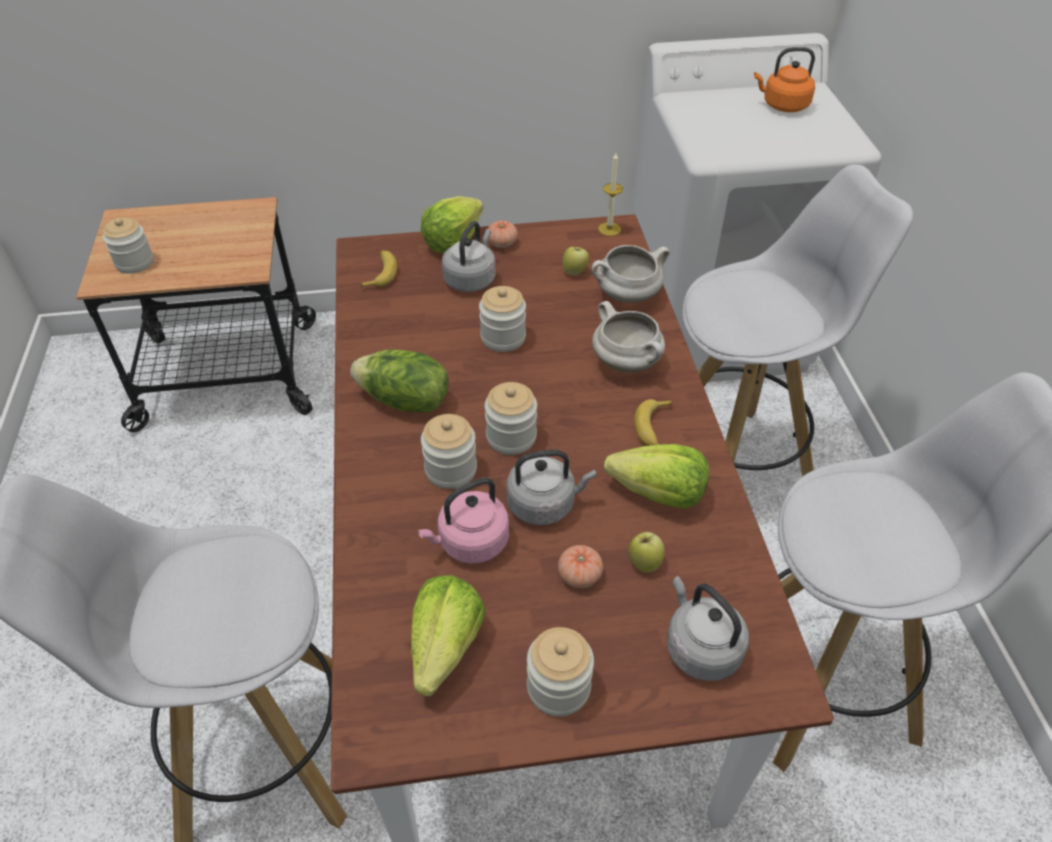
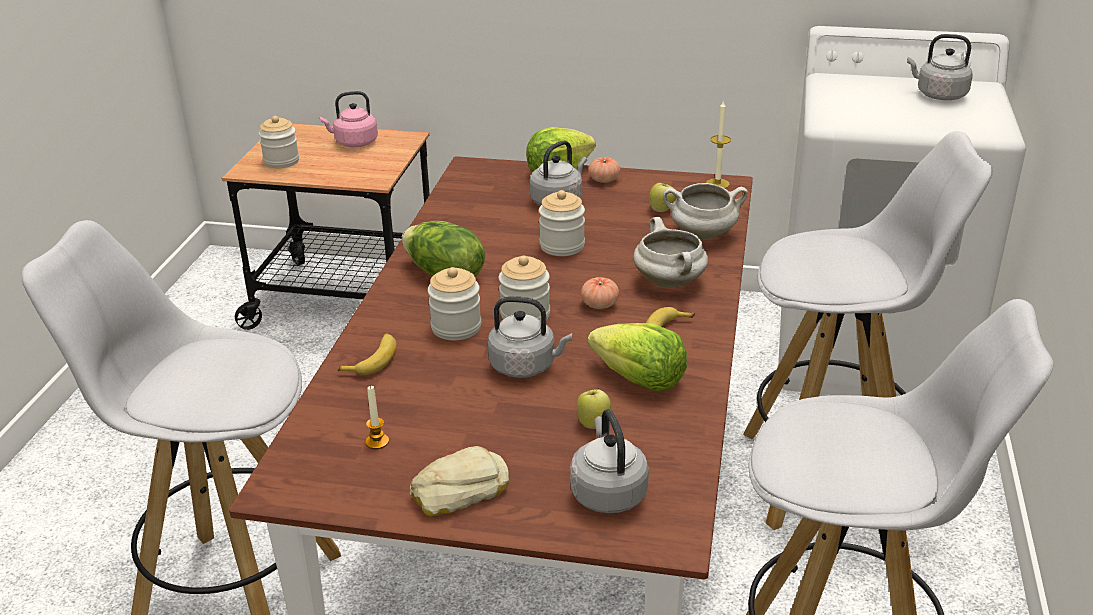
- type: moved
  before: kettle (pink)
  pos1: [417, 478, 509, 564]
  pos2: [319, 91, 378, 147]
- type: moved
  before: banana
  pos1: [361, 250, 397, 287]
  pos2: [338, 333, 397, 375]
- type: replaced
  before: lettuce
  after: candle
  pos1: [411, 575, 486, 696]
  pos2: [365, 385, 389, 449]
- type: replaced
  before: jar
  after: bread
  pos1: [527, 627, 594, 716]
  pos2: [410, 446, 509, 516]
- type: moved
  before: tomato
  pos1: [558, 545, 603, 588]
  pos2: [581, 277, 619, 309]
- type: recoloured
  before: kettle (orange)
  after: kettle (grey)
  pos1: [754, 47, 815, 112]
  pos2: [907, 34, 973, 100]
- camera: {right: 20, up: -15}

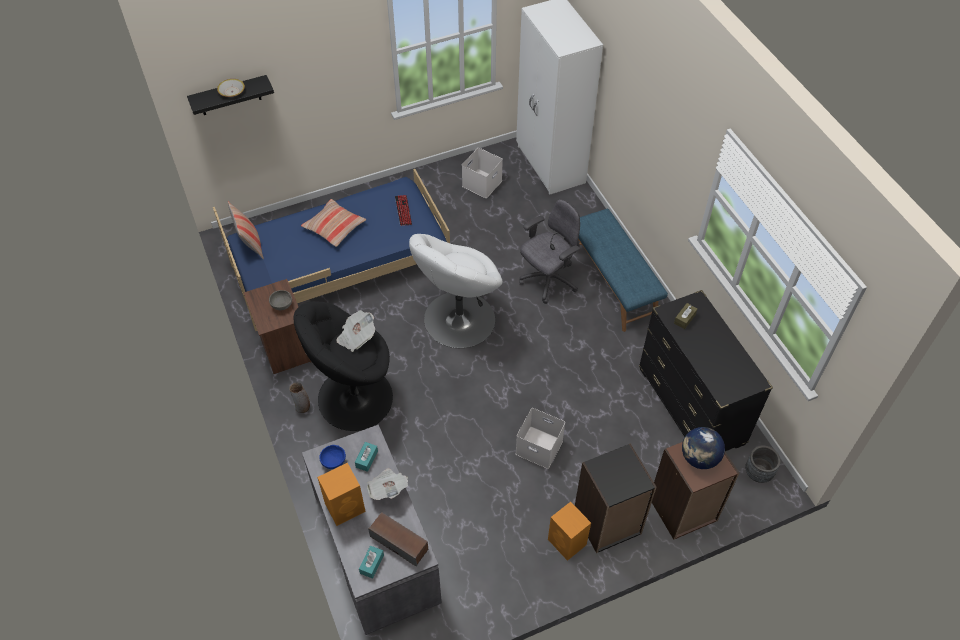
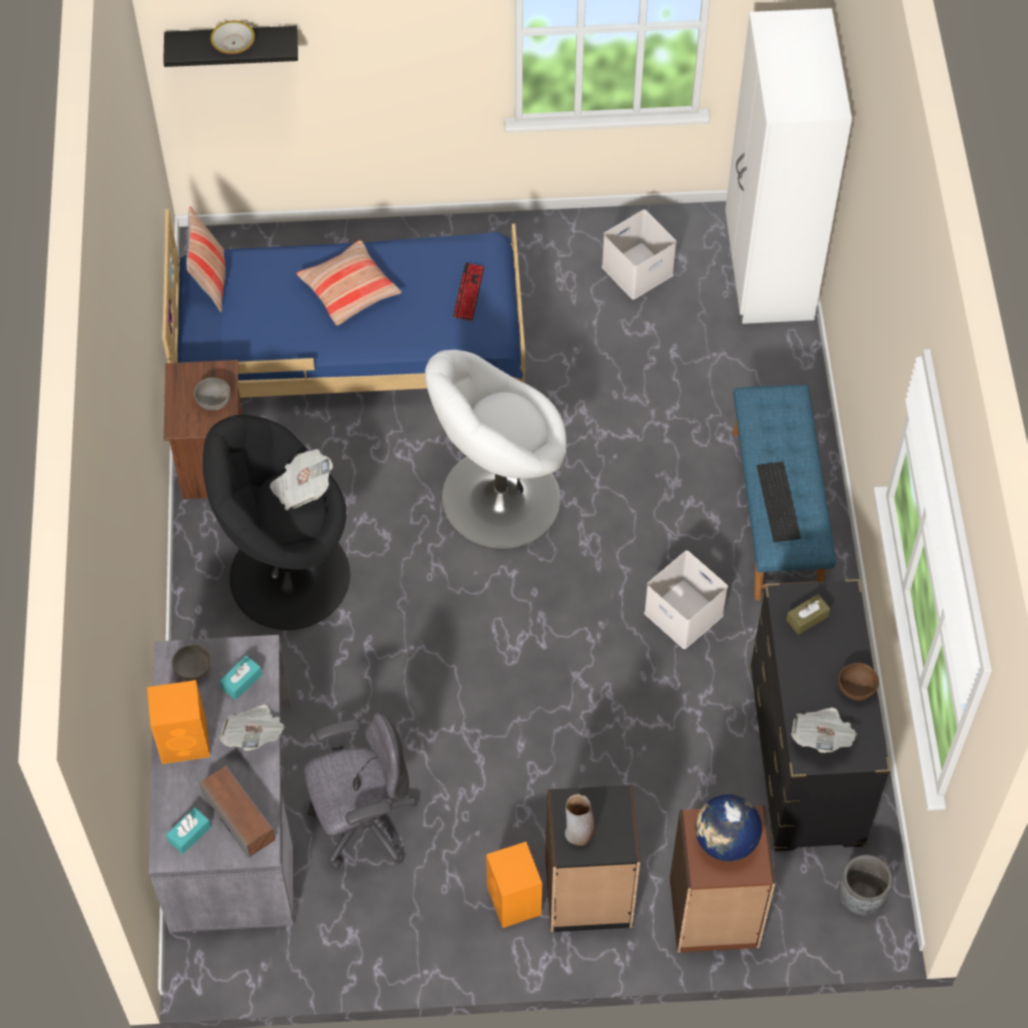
- type: recoloured
  before: bowl (blue)
  after: bowl (grey)
  pos1: [319, 445, 346, 469]
  pos2: [172, 644, 212, 681]
- type: moved
  before: office chair (grey)
  pos1: [520, 199, 580, 304]
  pos2: [304, 712, 418, 869]
- type: moved
  before: vase
  pos1: [289, 383, 310, 413]
  pos2: [565, 794, 595, 846]
- type: moved
  before: storage box (white)
  pos1: [515, 408, 565, 469]
  pos2: [644, 551, 728, 649]
- type: added
  after: keyboard
  pos2: [757, 462, 801, 542]
- type: added
  after: newspaper
  pos2: [791, 708, 857, 753]
- type: added
  after: bowl (brown)
  pos2: [838, 663, 879, 701]
- camera: {right: 20, up: 5}

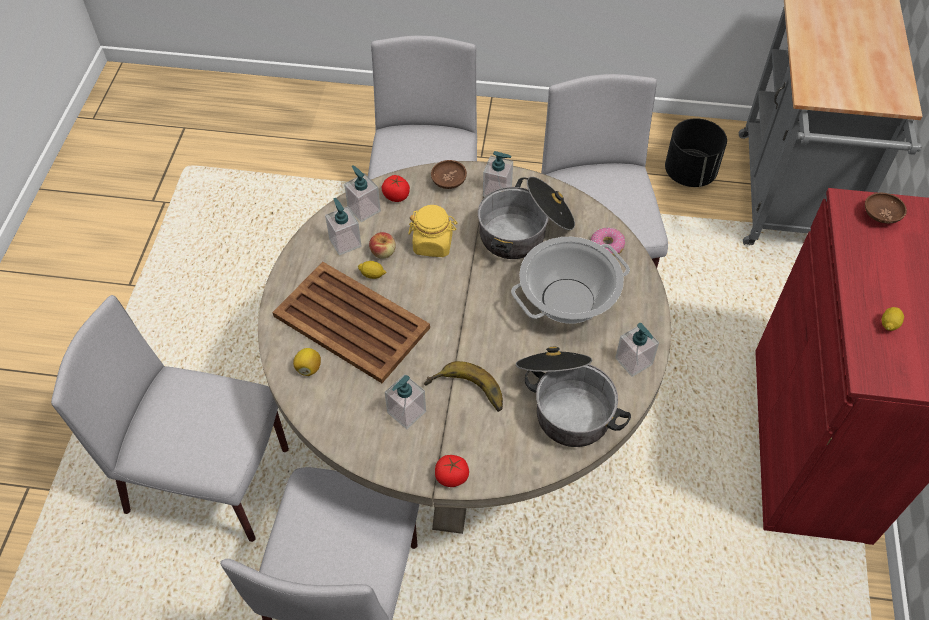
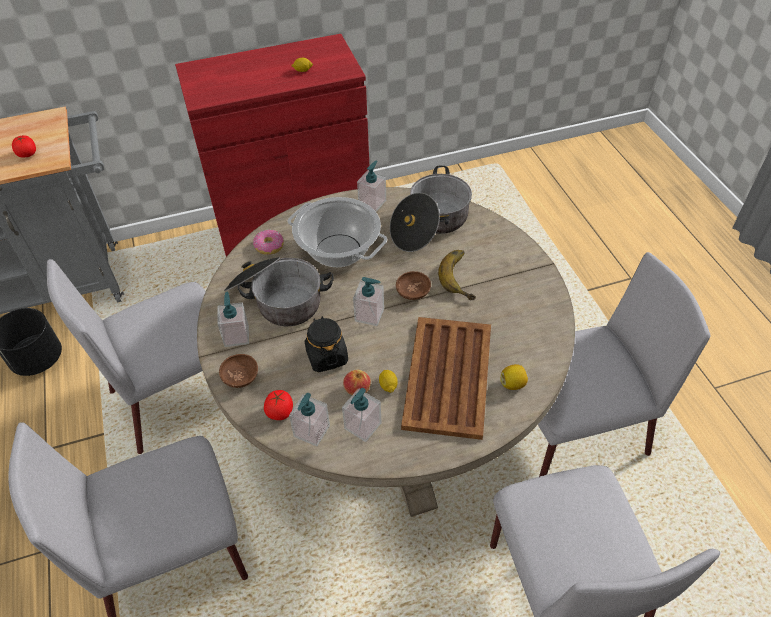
- type: moved
  before: tomato
  pos1: [435, 455, 469, 487]
  pos2: [12, 135, 36, 158]
- type: recoloured
  before: jar (yellow)
  after: jar (black)
  pos1: [408, 205, 457, 257]
  pos2: [305, 316, 348, 372]
- type: moved
  before: soap dispenser
  pos1: [385, 374, 426, 429]
  pos2: [353, 277, 384, 326]
- type: moved
  before: bowl (brown)
  pos1: [865, 192, 907, 223]
  pos2: [396, 271, 431, 300]
- camera: {right: -115, up: -5}

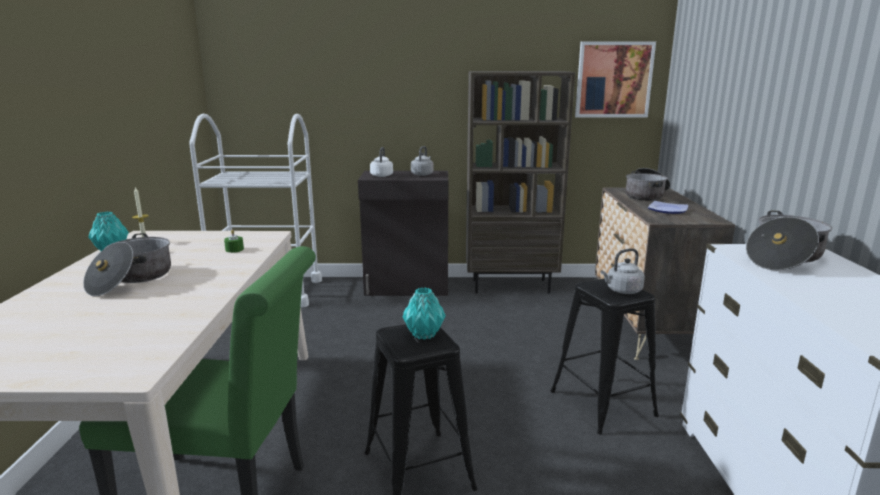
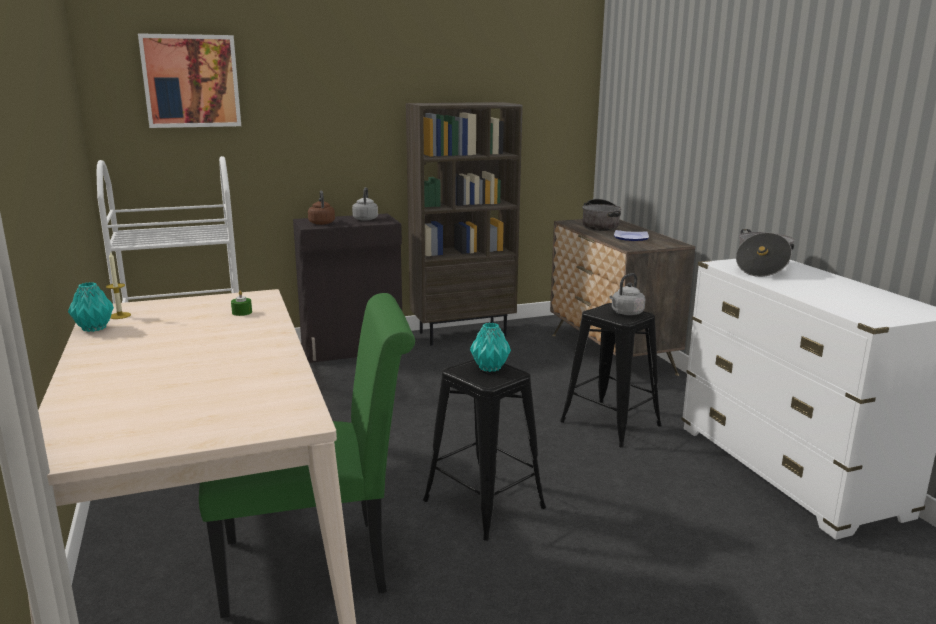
- type: moved
  before: picture
  pos1: [575, 41, 656, 118]
  pos2: [138, 33, 241, 128]
- type: recoloured
  before: kettle (white)
  after: kettle (brown)
  pos1: [370, 147, 393, 177]
  pos2: [308, 190, 335, 225]
- type: removed
  before: cooking pot
  pos1: [83, 233, 171, 296]
- camera: {right: -20, up: 0}

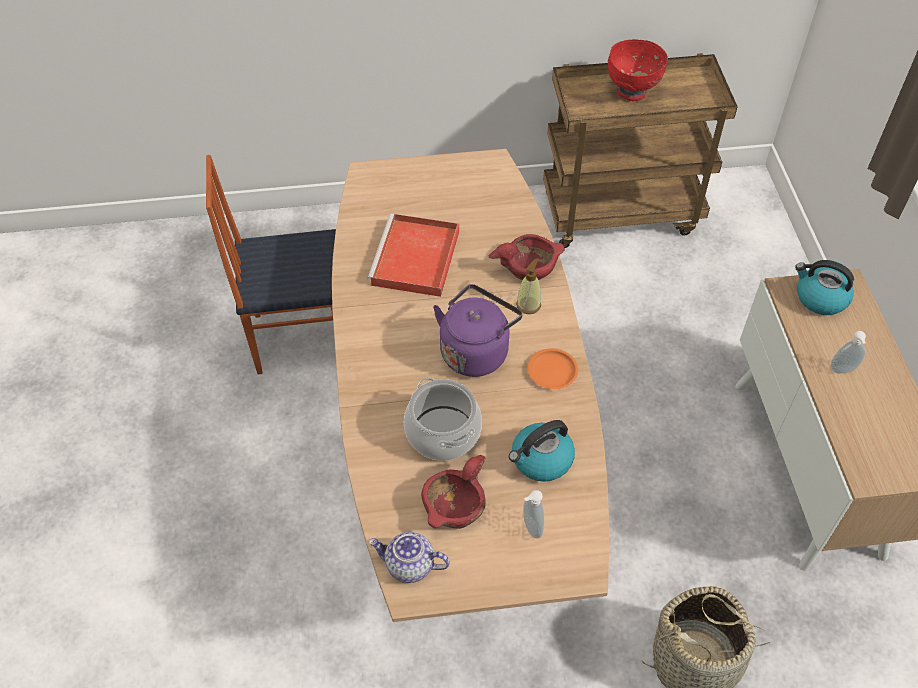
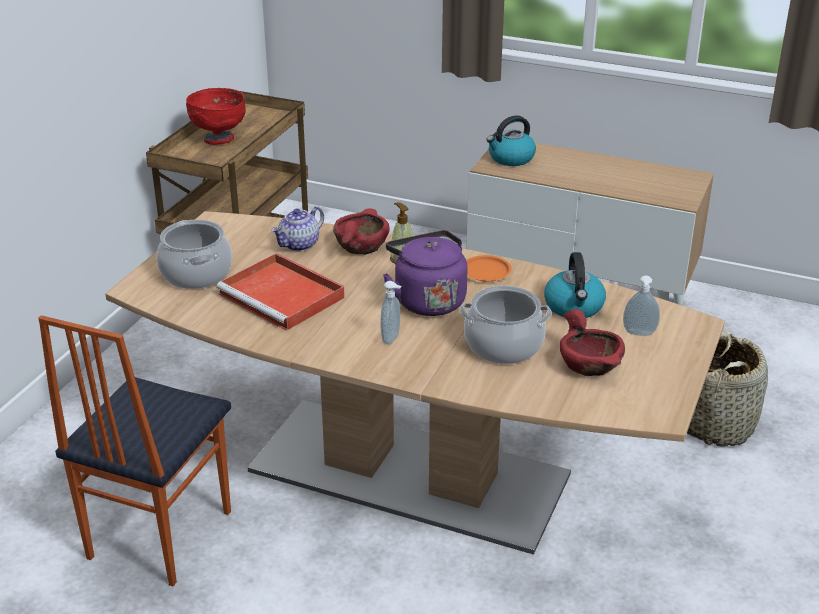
- type: added
  after: cooking pot
  pos2: [157, 219, 232, 289]
- type: moved
  before: teapot
  pos1: [369, 532, 450, 583]
  pos2: [271, 206, 324, 251]
- type: moved
  before: soap dispenser
  pos1: [830, 331, 866, 374]
  pos2: [381, 281, 402, 344]
- camera: {right: -60, up: -20}

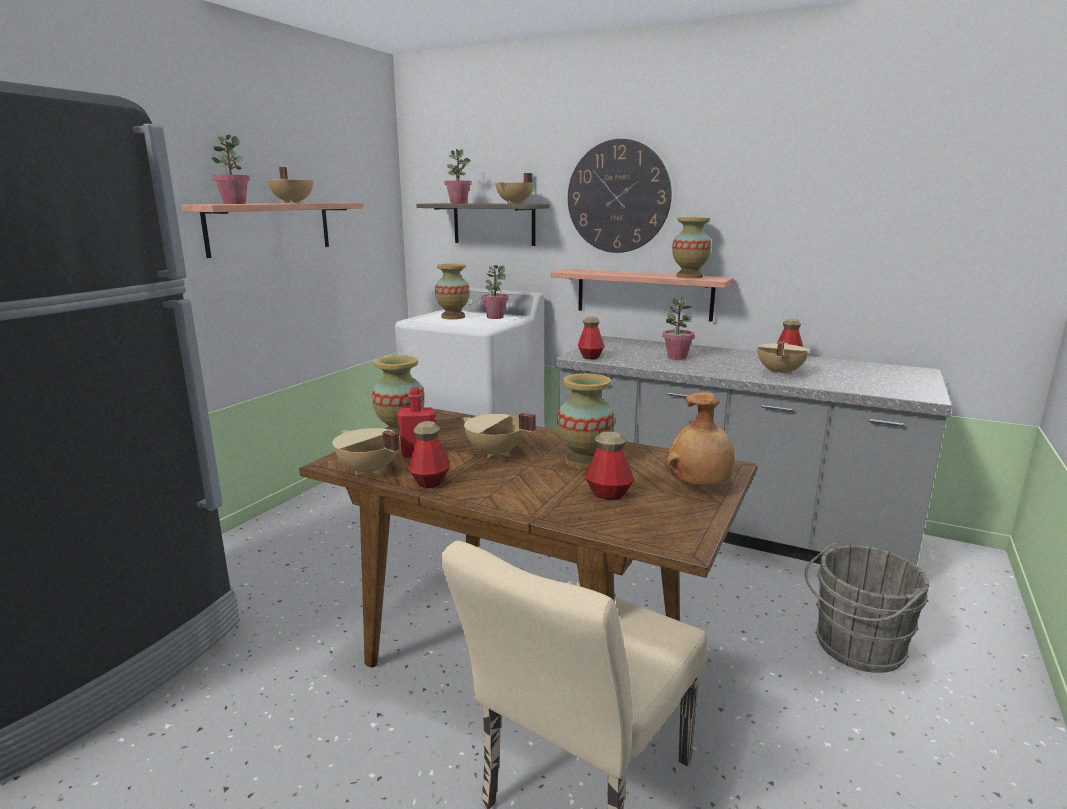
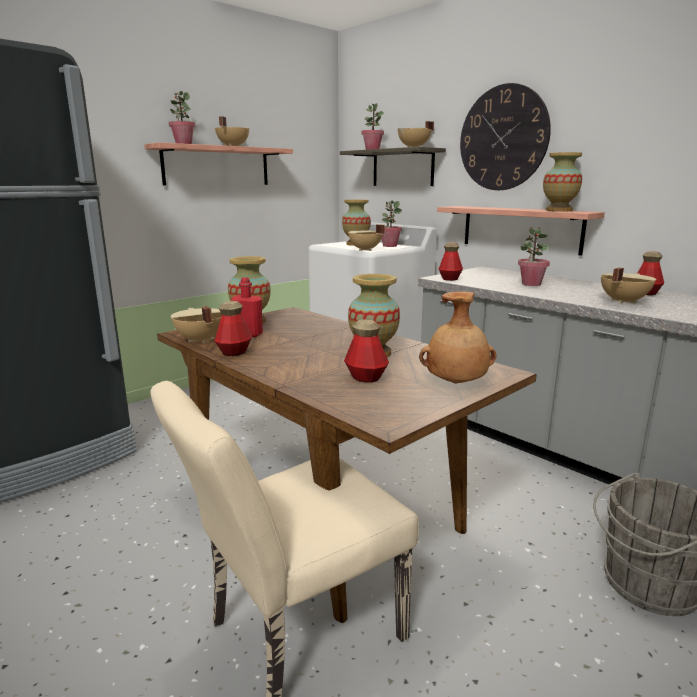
- type: moved
  before: cooking pot (beige)
  pos1: [462, 413, 536, 458]
  pos2: [348, 224, 385, 251]
- camera: {right: 20, up: 0}

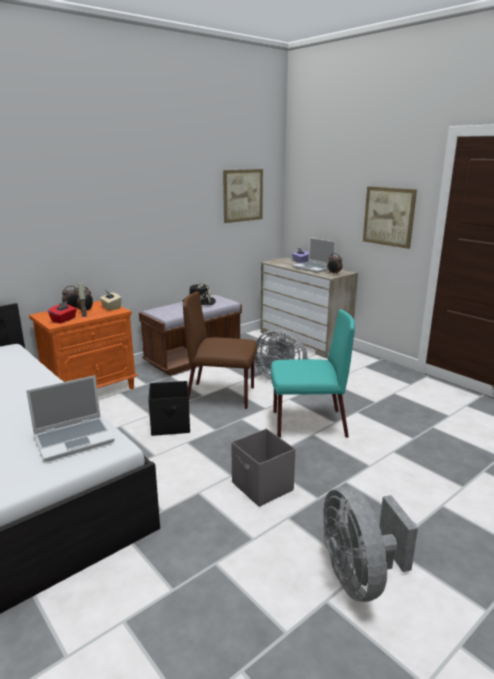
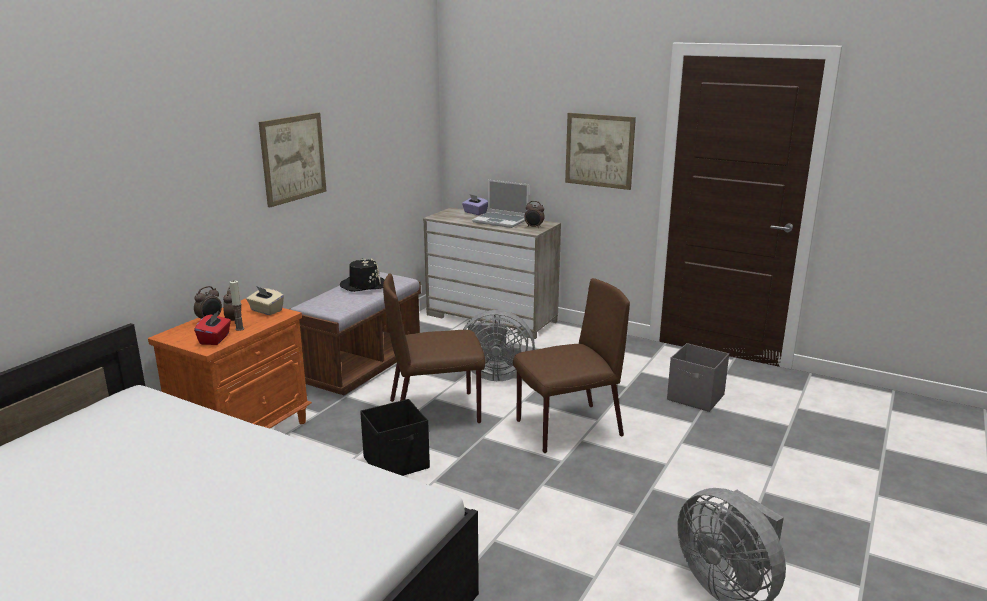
- type: moved
  before: picture
  pos1: [223, 169, 263, 223]
  pos2: [259, 112, 326, 207]
- type: recoloured
  before: chair (turquoise)
  after: chair (brown)
  pos1: [271, 309, 355, 438]
  pos2: [513, 278, 630, 453]
- type: moved
  before: storage box (grey)
  pos1: [231, 429, 295, 507]
  pos2: [667, 343, 729, 412]
- type: removed
  before: laptop
  pos1: [26, 375, 115, 462]
- camera: {right: -20, up: 0}

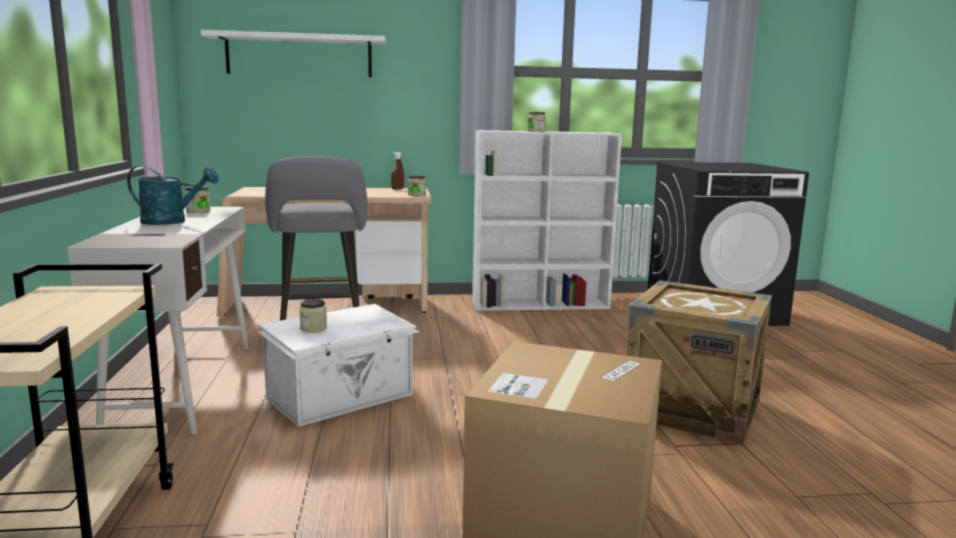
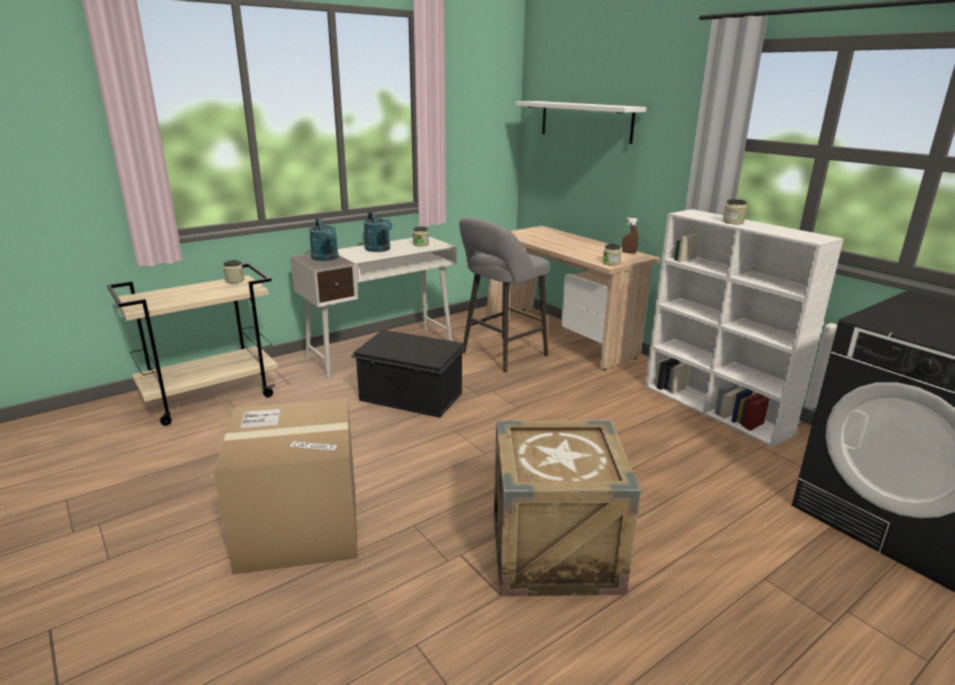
- type: moved
  before: jar
  pos1: [300, 299, 327, 333]
  pos2: [223, 260, 244, 283]
- type: added
  after: watering can (turquoise)
  pos2: [309, 218, 339, 261]
- type: recoloured
  before: storage box (white)
  after: storage box (black)
  pos1: [257, 304, 419, 427]
  pos2: [351, 330, 465, 418]
- camera: {right: 60, up: 10}

